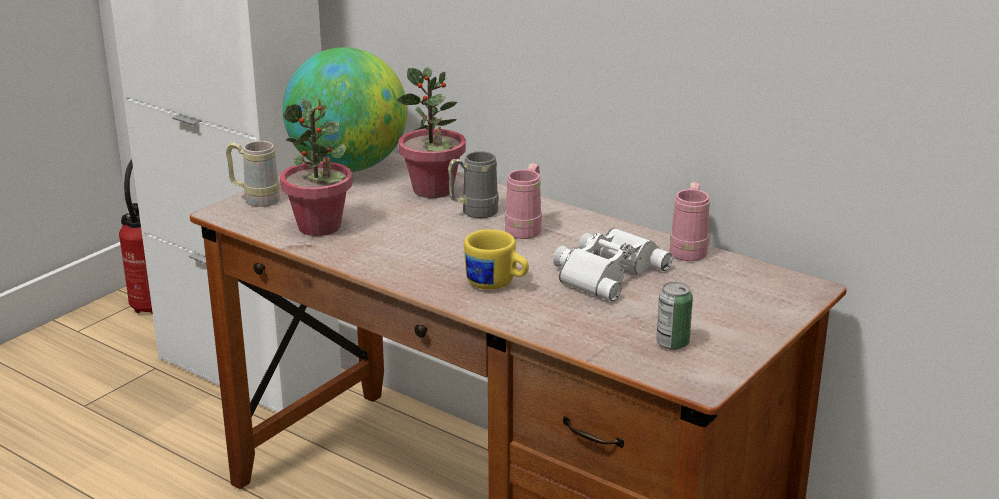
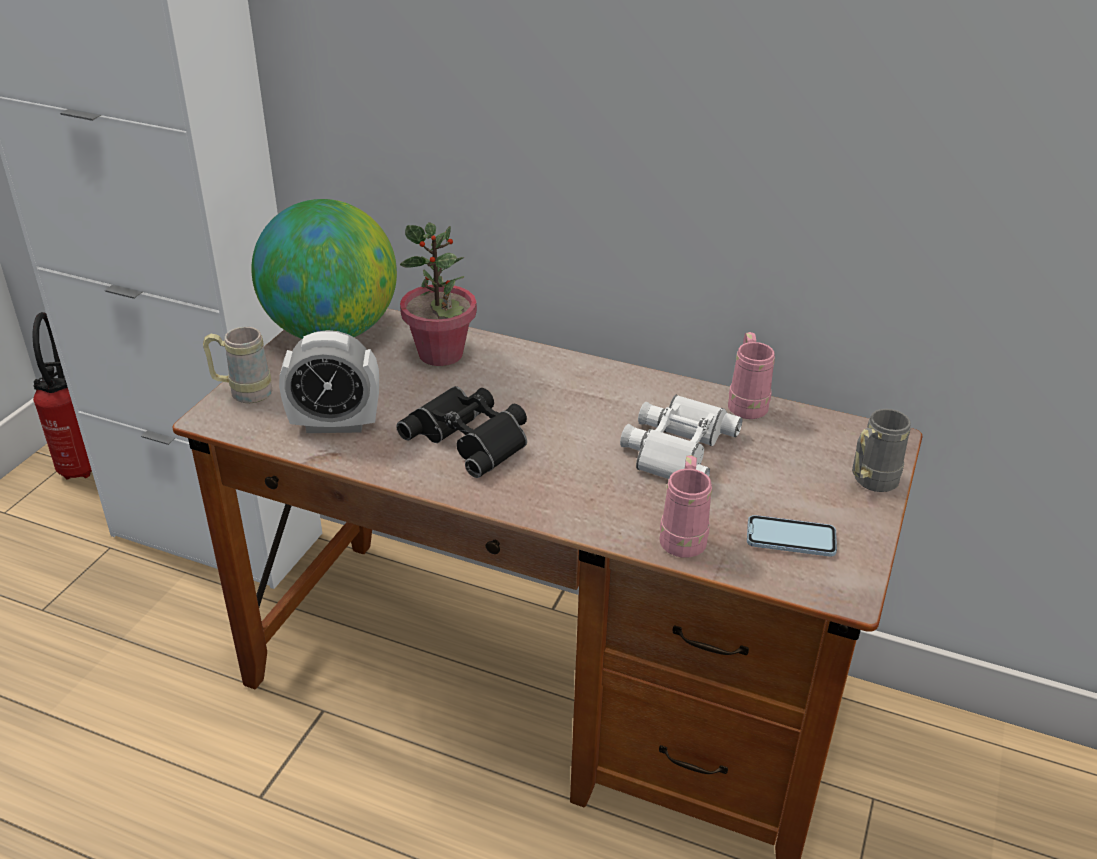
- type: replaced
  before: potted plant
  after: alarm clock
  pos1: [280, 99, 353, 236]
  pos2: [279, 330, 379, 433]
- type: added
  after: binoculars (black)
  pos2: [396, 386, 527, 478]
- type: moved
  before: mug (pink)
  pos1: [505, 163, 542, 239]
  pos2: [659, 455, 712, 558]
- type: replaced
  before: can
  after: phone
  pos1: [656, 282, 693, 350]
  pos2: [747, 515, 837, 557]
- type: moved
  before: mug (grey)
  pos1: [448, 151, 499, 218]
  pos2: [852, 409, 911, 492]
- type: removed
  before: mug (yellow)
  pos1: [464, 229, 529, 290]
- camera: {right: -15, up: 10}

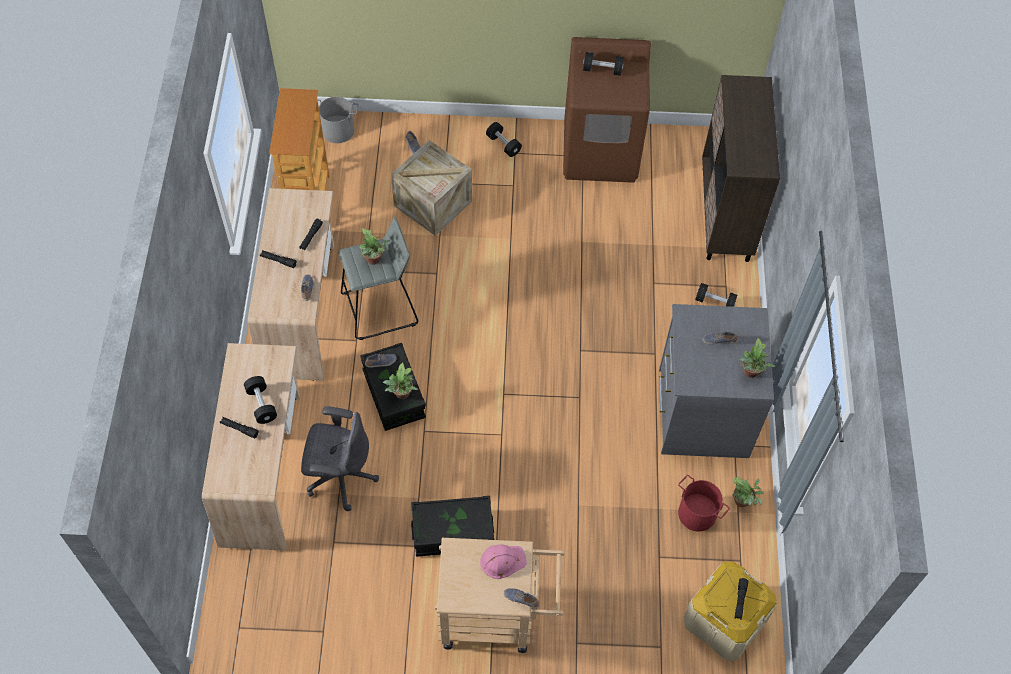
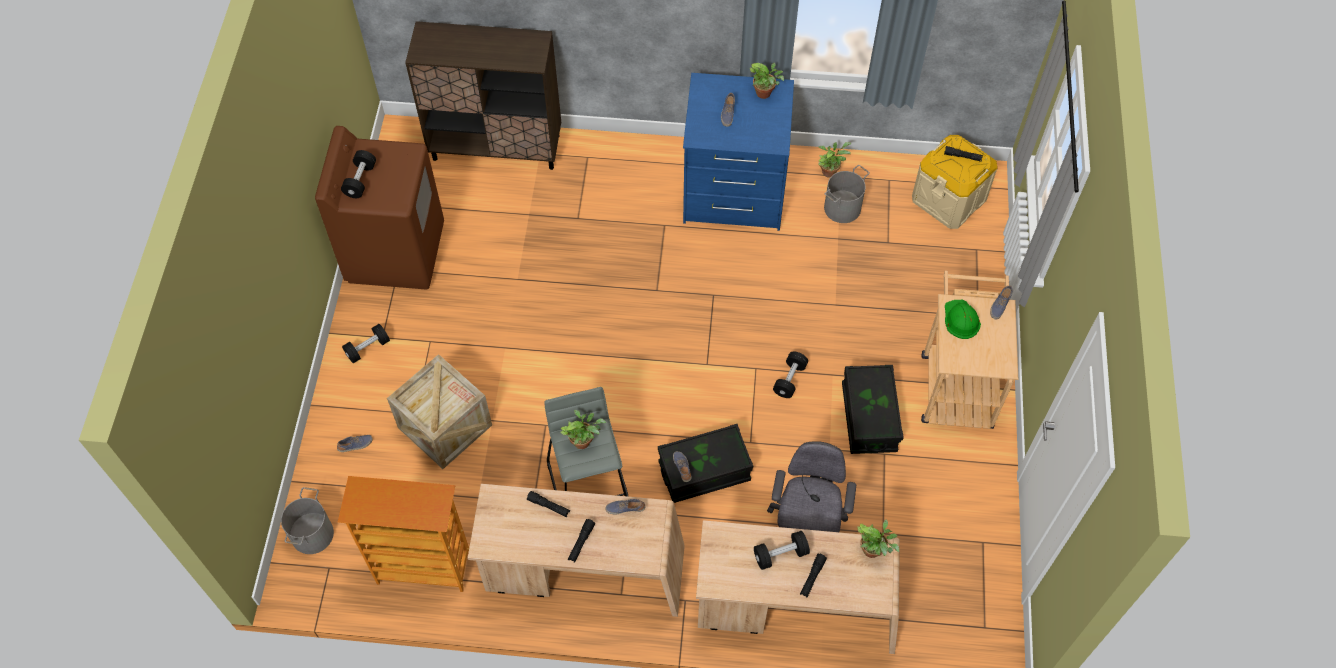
- type: recoloured
  before: dresser (grey)
  after: dresser (blue)
  pos1: [659, 304, 774, 458]
  pos2: [683, 73, 794, 231]
- type: moved
  before: dumbbell (black)
  pos1: [695, 283, 737, 307]
  pos2: [773, 352, 808, 398]
- type: recoloured
  before: bucket (red)
  after: bucket (grey)
  pos1: [678, 475, 730, 532]
  pos2: [824, 165, 870, 223]
- type: moved
  before: potted plant
  pos1: [383, 362, 418, 399]
  pos2: [858, 520, 899, 558]
- type: recoloured
  before: hard hat (pink)
  after: hard hat (green)
  pos1: [480, 544, 527, 579]
  pos2: [945, 300, 981, 339]
- camera: {right: -85, up: 0}

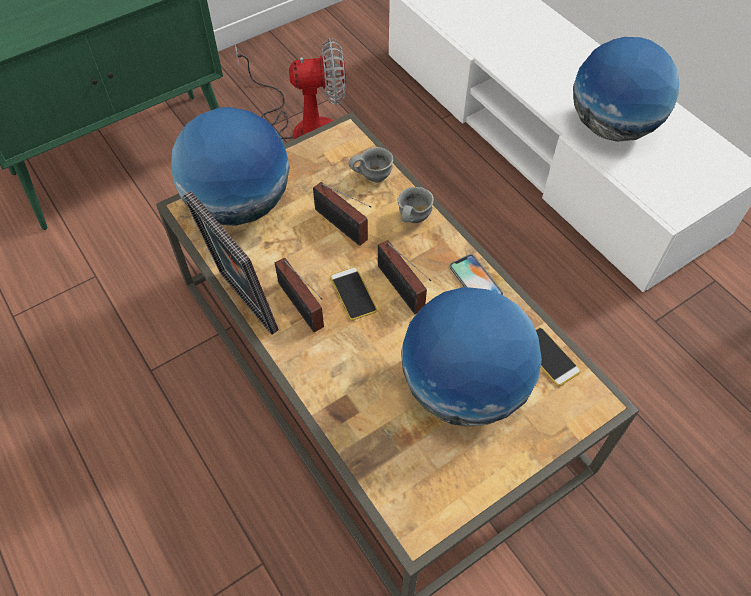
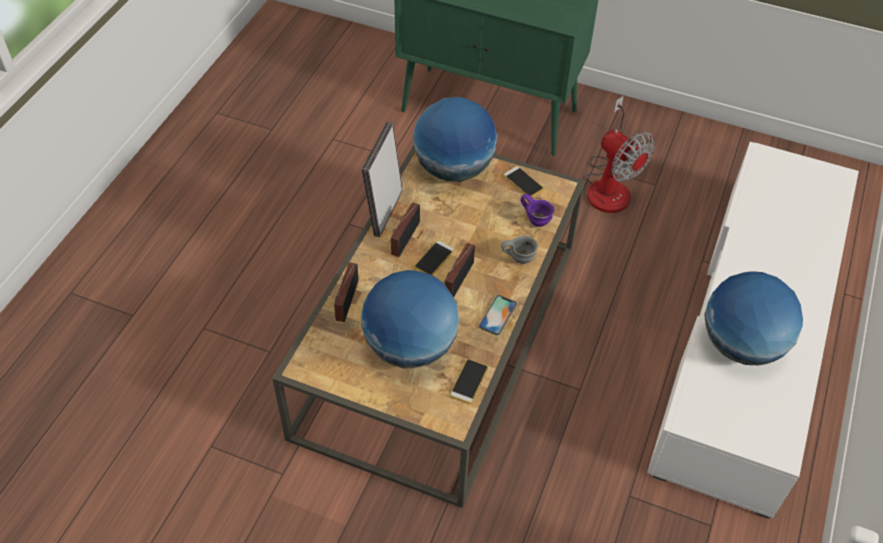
- type: moved
  before: radio
  pos1: [313, 182, 372, 246]
  pos2: [334, 262, 359, 322]
- type: added
  after: phone
  pos2: [503, 166, 544, 197]
- type: recoloured
  before: mug (grey)
  after: mug (purple)
  pos1: [349, 147, 393, 182]
  pos2: [520, 194, 554, 227]
- camera: {right: 55, up: -5}

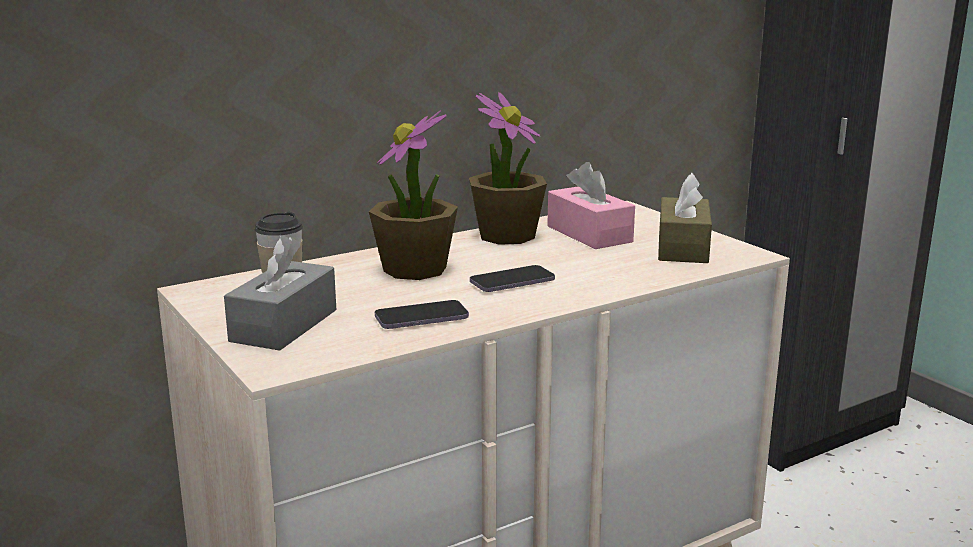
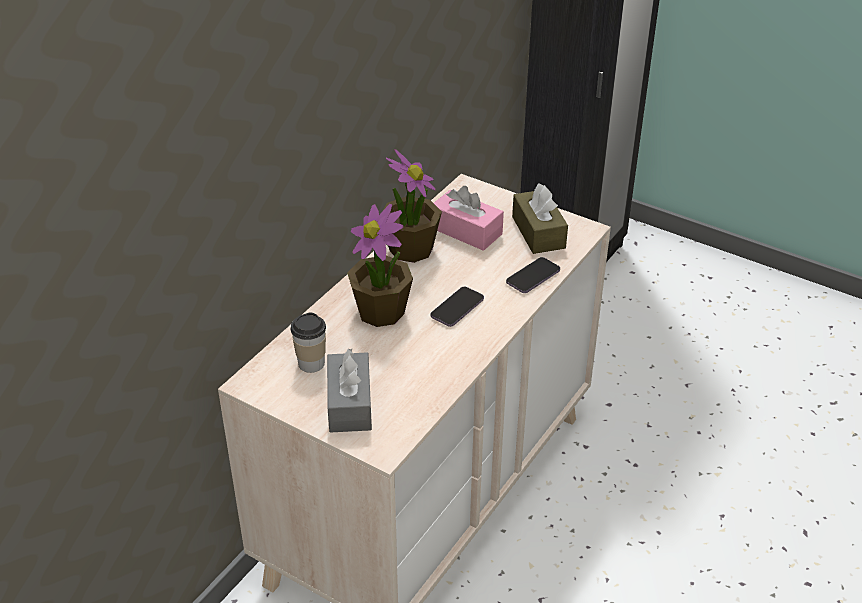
- type: moved
  before: phone
  pos1: [375, 300, 469, 329]
  pos2: [506, 257, 560, 293]
- camera: {right: -25, up: 20}

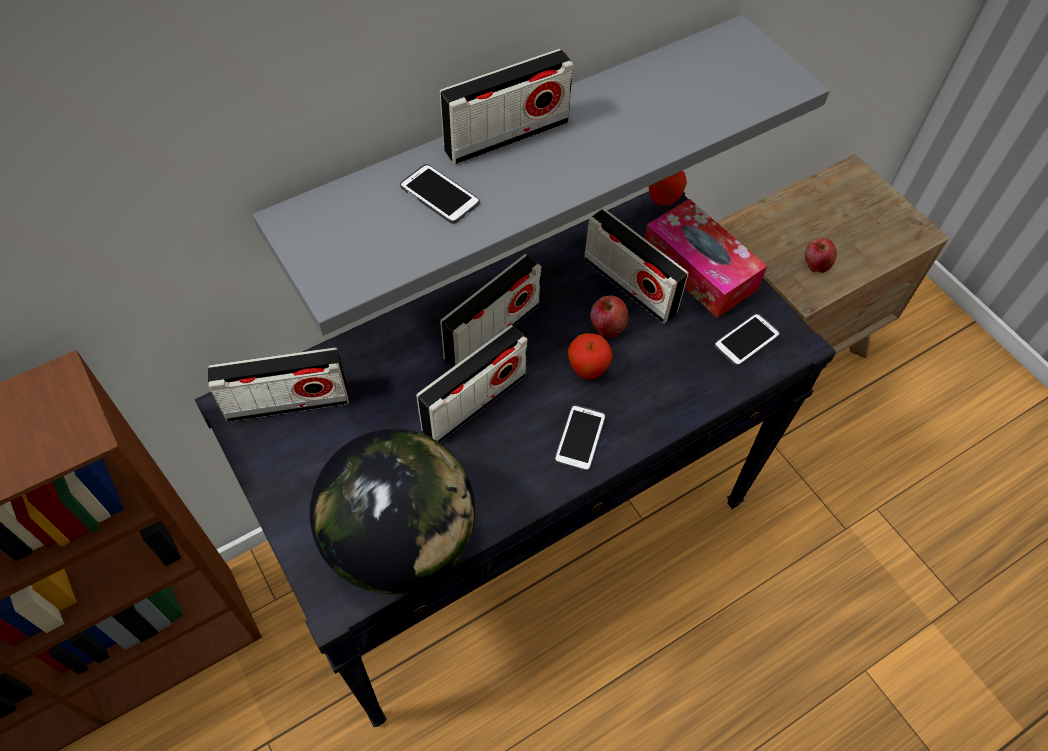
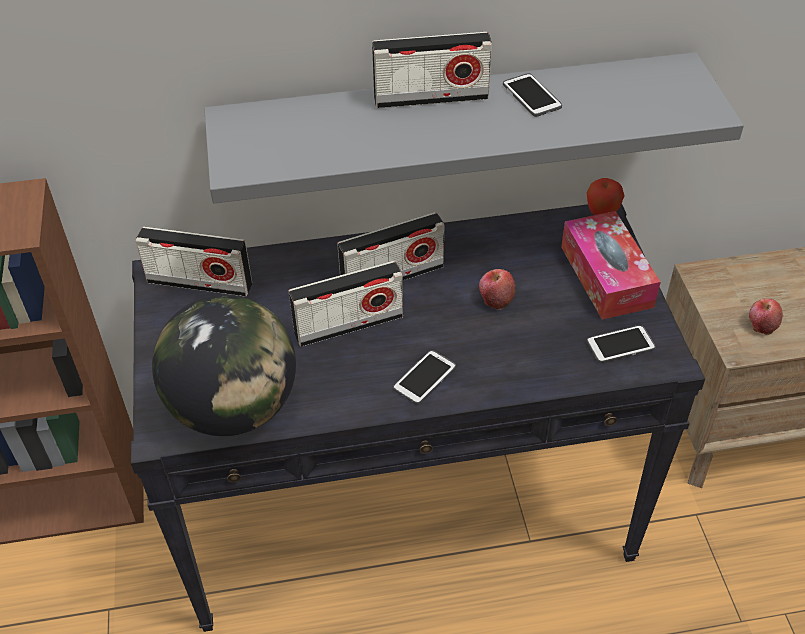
- type: moved
  before: phone
  pos1: [400, 164, 480, 224]
  pos2: [503, 73, 562, 117]
- type: removed
  before: apple
  pos1: [568, 333, 613, 379]
- type: removed
  before: radio
  pos1: [584, 209, 689, 323]
- camera: {right: 25, up: -10}

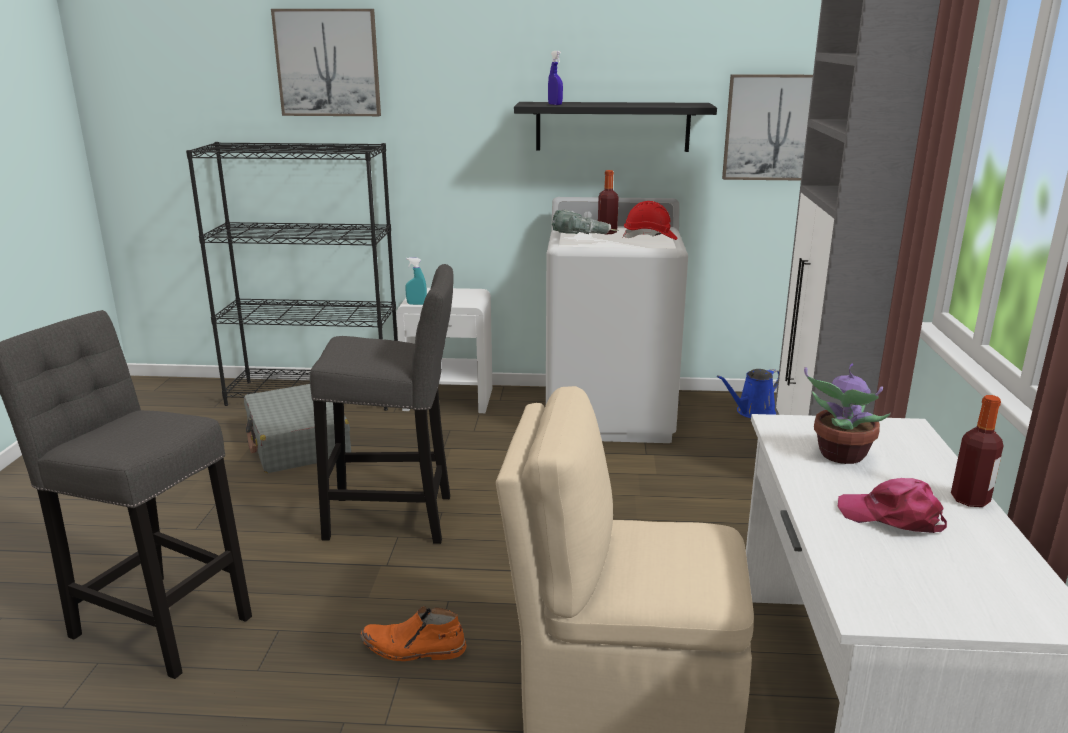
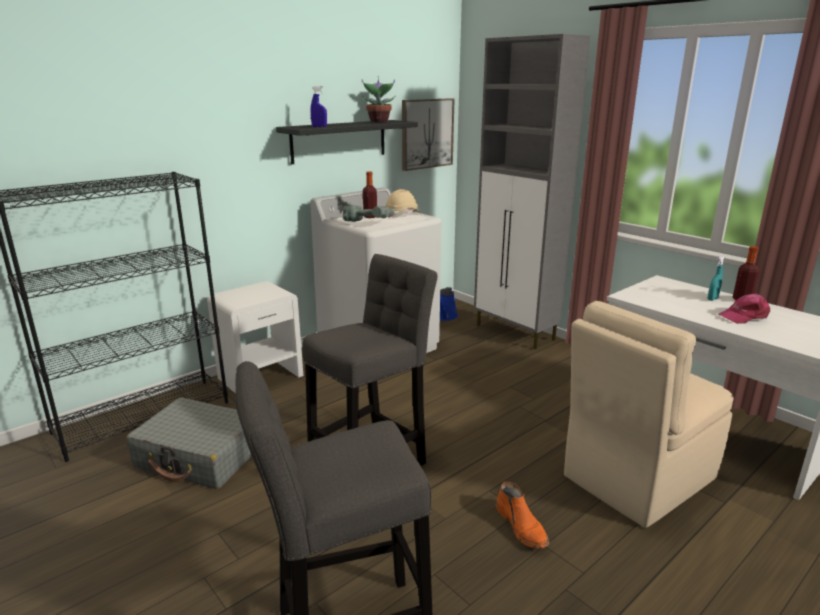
- type: moved
  before: potted plant
  pos1: [804, 364, 891, 464]
  pos2: [362, 76, 396, 122]
- type: recoloured
  before: hard hat (red)
  after: hard hat (beige)
  pos1: [623, 201, 677, 240]
  pos2: [386, 189, 421, 218]
- type: turned
  before: boot (orange)
  pos1: [360, 606, 467, 661]
  pos2: [496, 482, 549, 549]
  turn: -75
- type: moved
  before: spray bottle (turquoise)
  pos1: [405, 258, 427, 305]
  pos2: [708, 256, 725, 301]
- type: removed
  before: picture
  pos1: [271, 9, 381, 116]
- camera: {right: -45, up: 0}

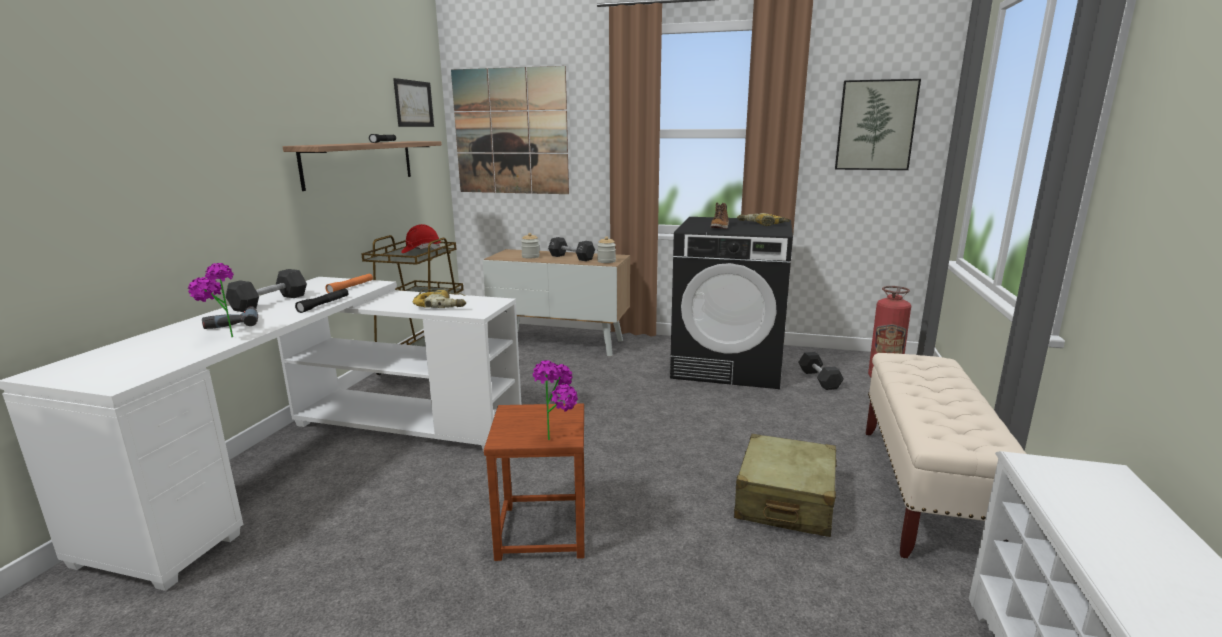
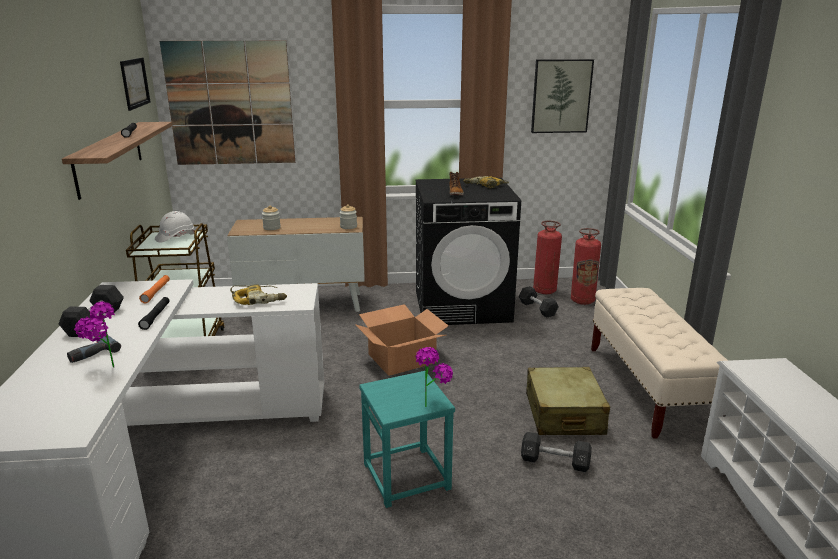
- type: recoloured
  before: hard hat (red)
  after: hard hat (white)
  pos1: [401, 224, 441, 253]
  pos2: [155, 211, 194, 243]
- type: added
  after: cardboard box
  pos2: [355, 304, 448, 376]
- type: recoloured
  before: stool (brown)
  after: stool (turquoise)
  pos1: [484, 403, 585, 561]
  pos2: [359, 371, 455, 508]
- type: moved
  before: dumbbell (black)
  pos1: [548, 237, 595, 261]
  pos2: [521, 432, 592, 472]
- type: added
  after: fire extinguisher
  pos2: [533, 220, 562, 294]
- camera: {right: -20, up: 5}

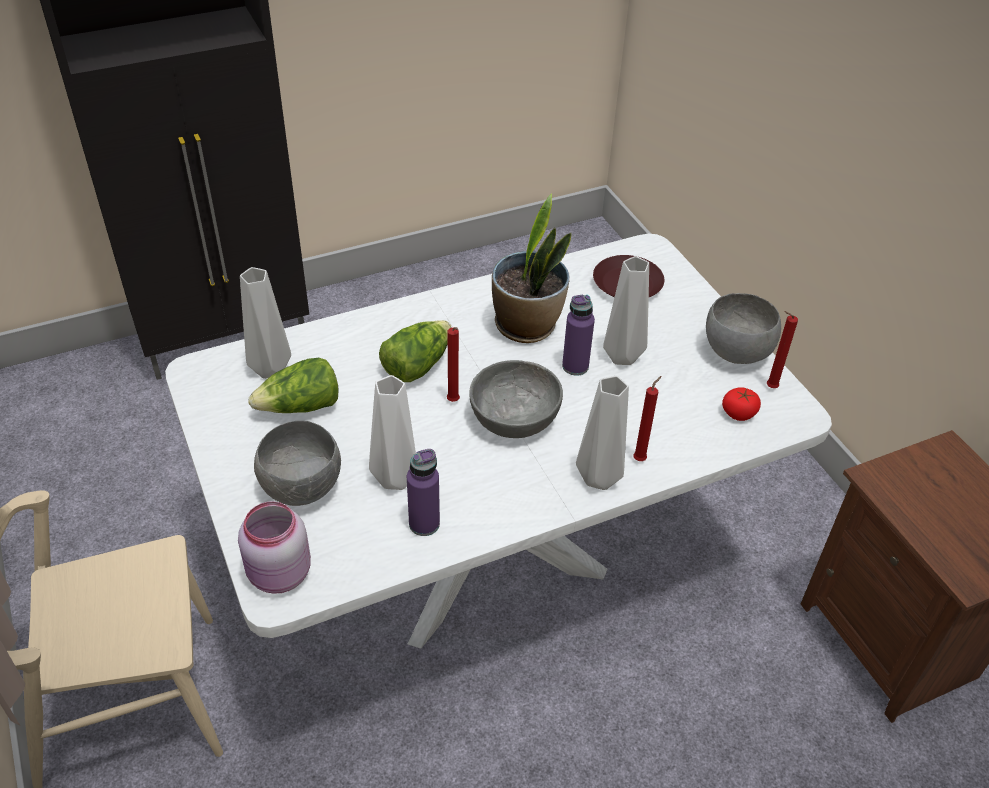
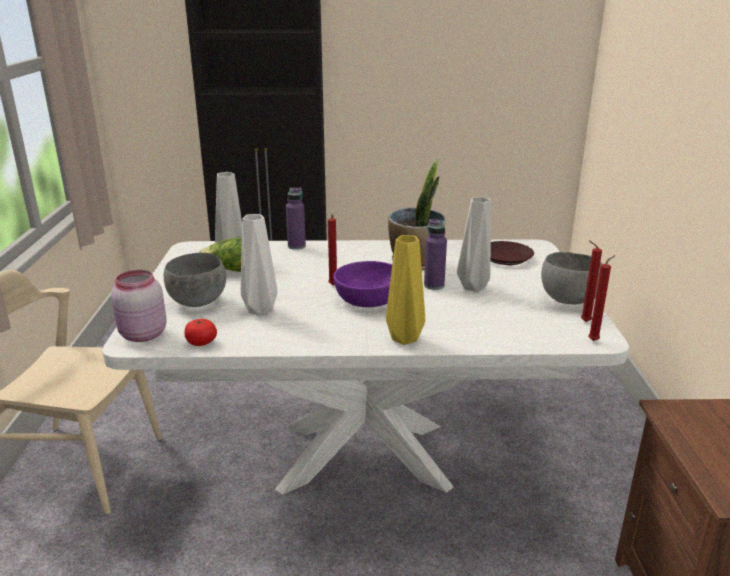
- type: moved
  before: tomato
  pos1: [722, 387, 761, 421]
  pos2: [184, 319, 217, 346]
- type: moved
  before: bottle (purple)
  pos1: [407, 449, 440, 536]
  pos2: [286, 188, 306, 250]
- type: recoloured
  before: bowl (grey)
  after: bowl (purple)
  pos1: [470, 360, 563, 438]
  pos2: [333, 261, 392, 307]
- type: recoloured
  before: vase (grey)
  after: vase (yellow)
  pos1: [576, 376, 629, 490]
  pos2: [386, 235, 425, 345]
- type: moved
  before: candle (red)
  pos1: [633, 376, 661, 461]
  pos2: [588, 255, 615, 341]
- type: removed
  before: lettuce
  pos1: [379, 320, 452, 382]
- camera: {right: 25, up: -20}

